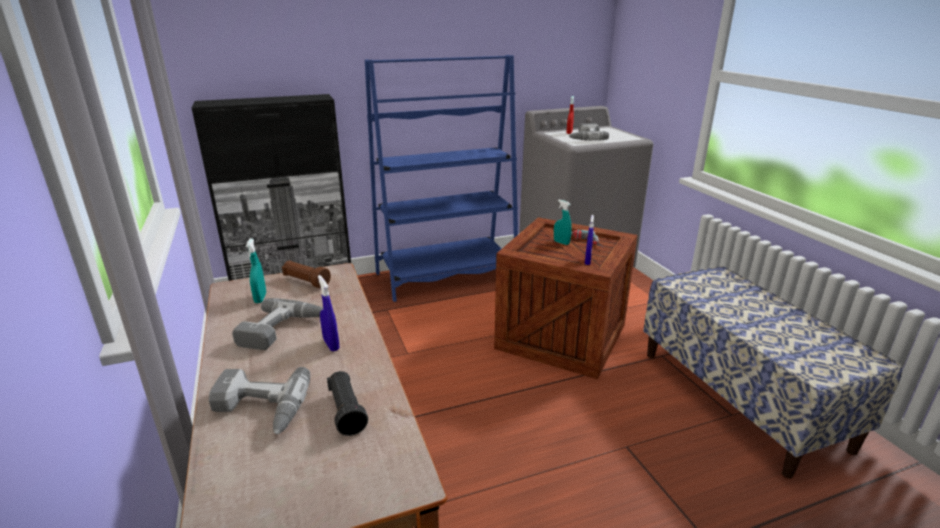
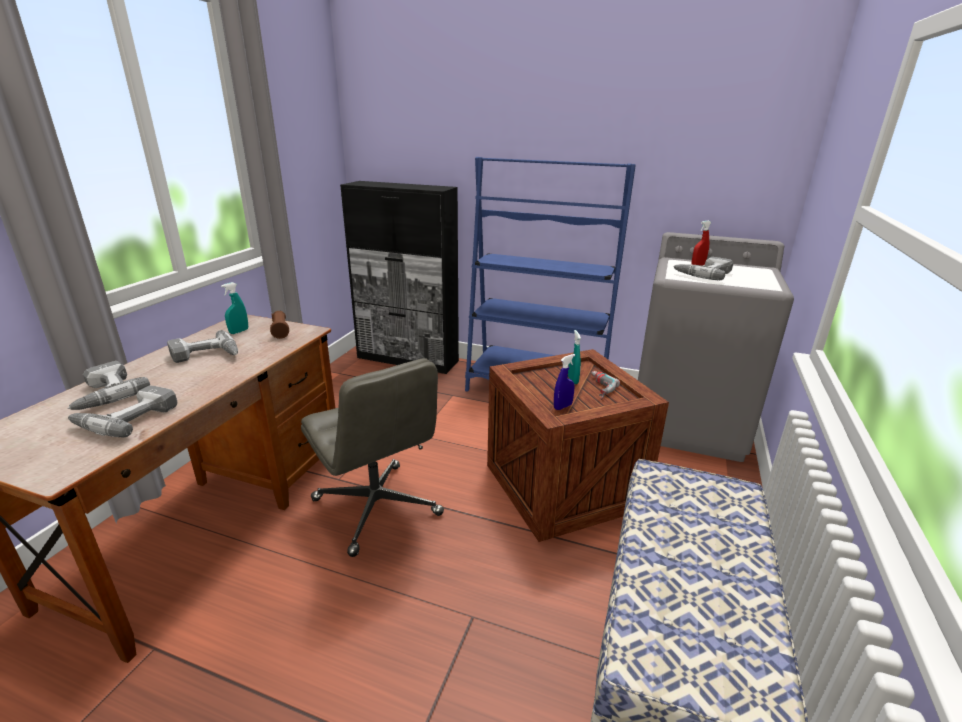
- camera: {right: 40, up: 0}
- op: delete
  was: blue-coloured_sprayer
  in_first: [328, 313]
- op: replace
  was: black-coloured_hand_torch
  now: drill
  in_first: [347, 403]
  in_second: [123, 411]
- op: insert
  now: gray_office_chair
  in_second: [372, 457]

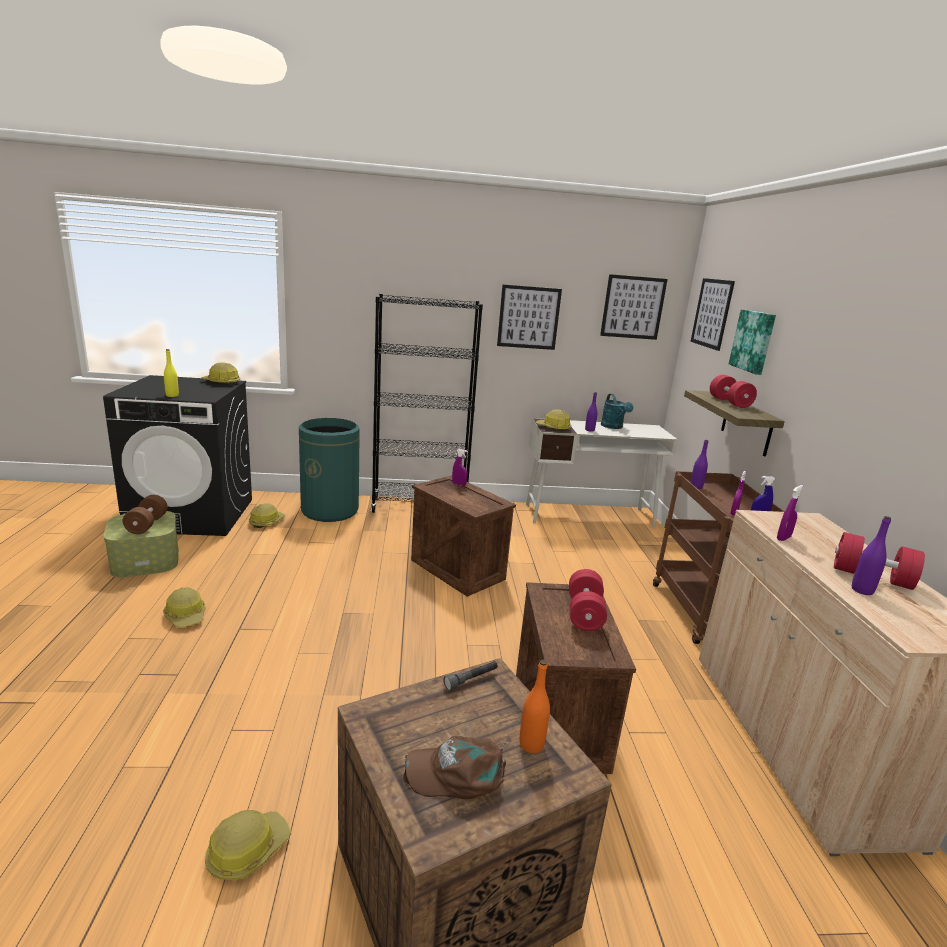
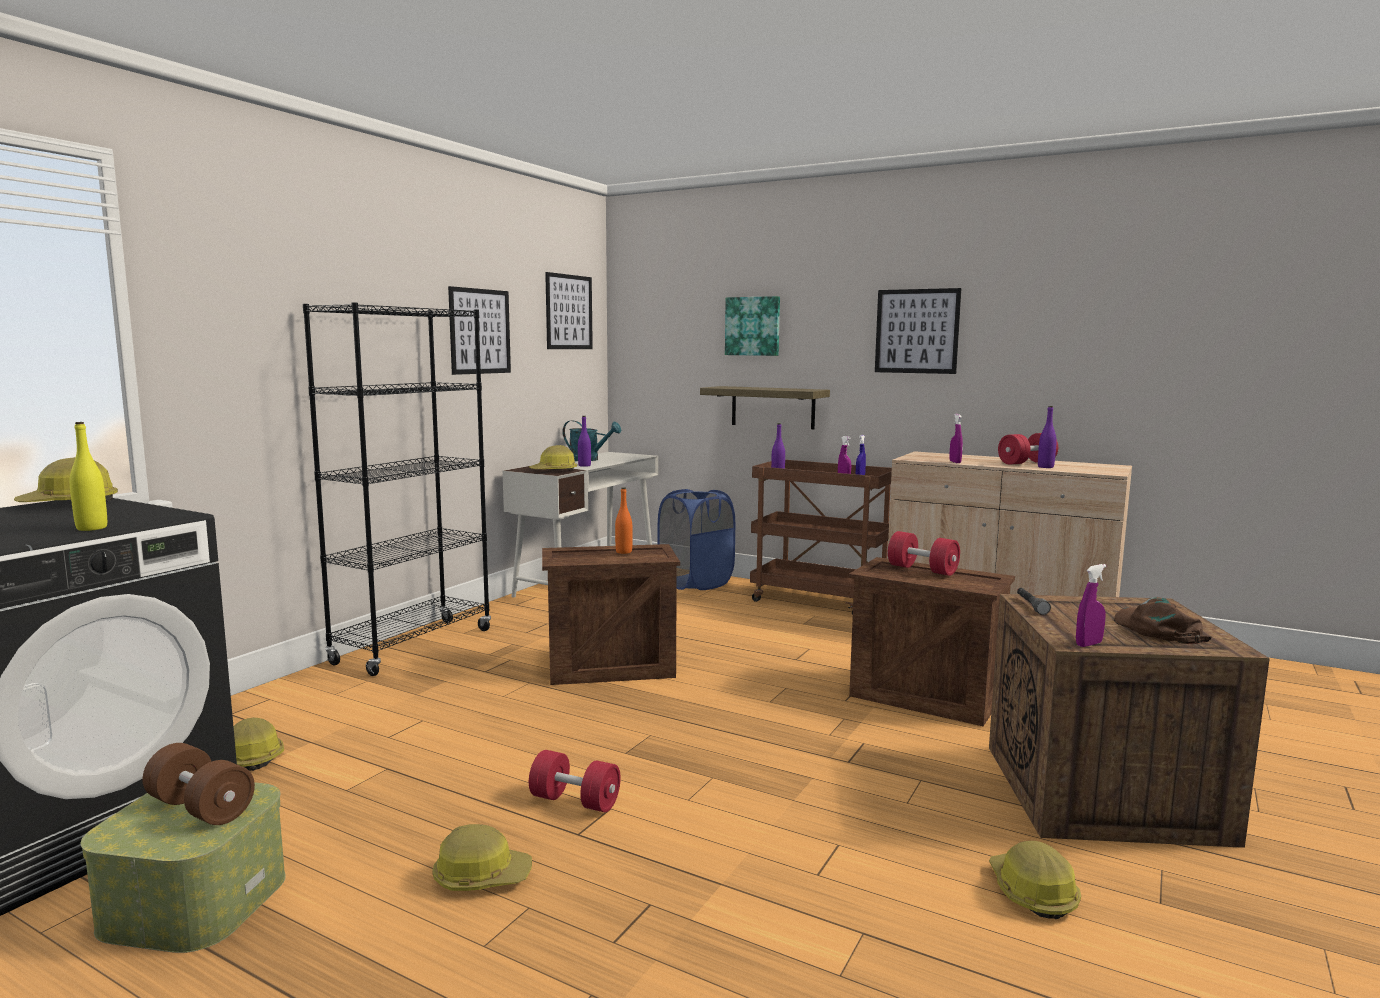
- camera: {right: -55, up: -10}
- op: move
  was: wall_art
  in_first: [712, 314]
  in_second: [918, 331]
- op: move
  was: red-coloured_free_weight
  in_first: [733, 391]
  in_second: [575, 781]
- op: delete
  was: green_rubbish_bin
  in_first: [329, 470]
- op: move
  was: purple-coloured_sprayer
  in_first: [459, 467]
  in_second: [1091, 605]
- op: move
  was: orangey_beverage_bottle
  in_first: [535, 706]
  in_second: [624, 520]
- op: rotate
  was: brown-coloured_baseball_cap
  in_first: [454, 767]
  in_second: [1163, 620]
  clockwise: 135
- op: insert
  now: blue-coloured_washing_basket
  in_second: [696, 539]

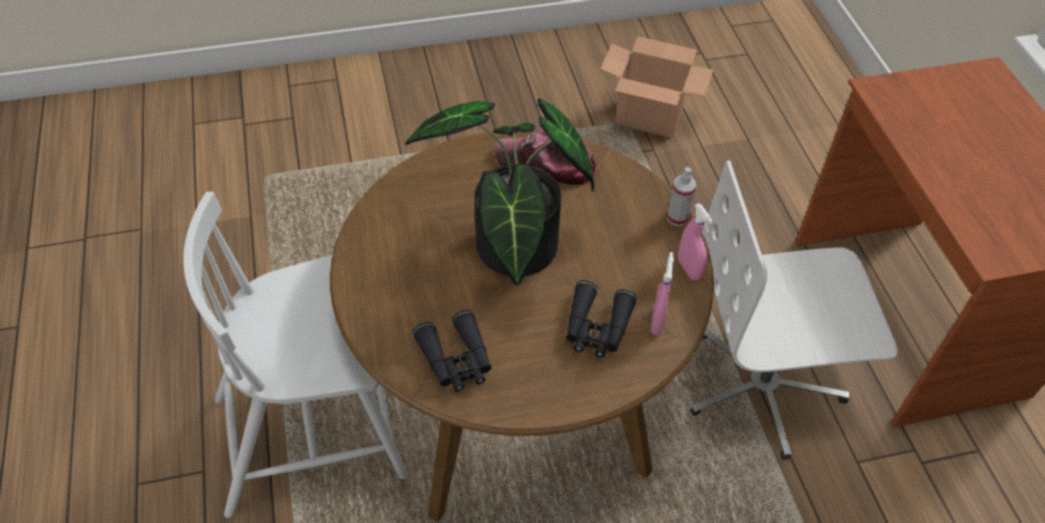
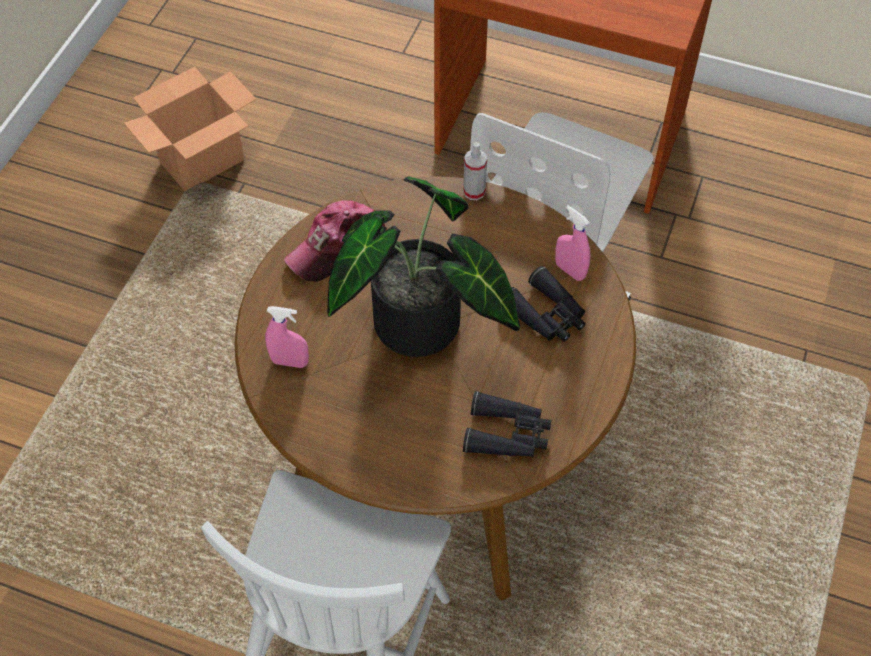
- camera: {right: -55, up: 5}
- op: move
  was: pink_sprayer
  in_first: [695, 242]
  in_second: [287, 337]

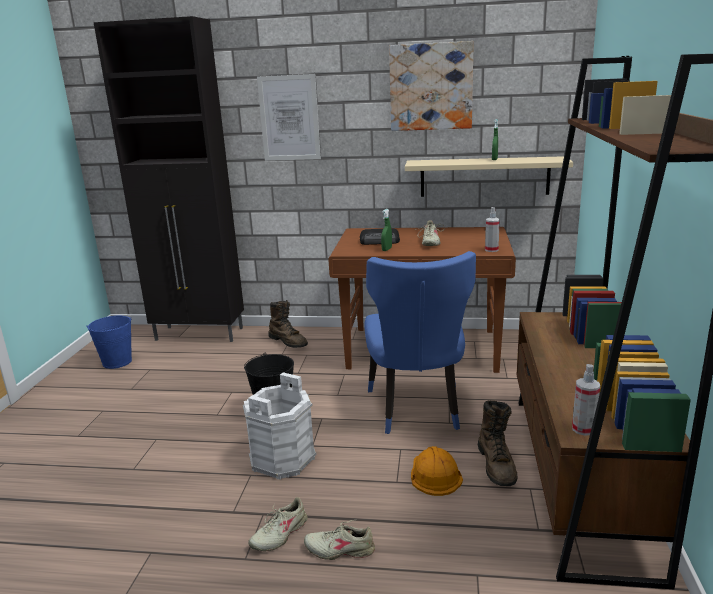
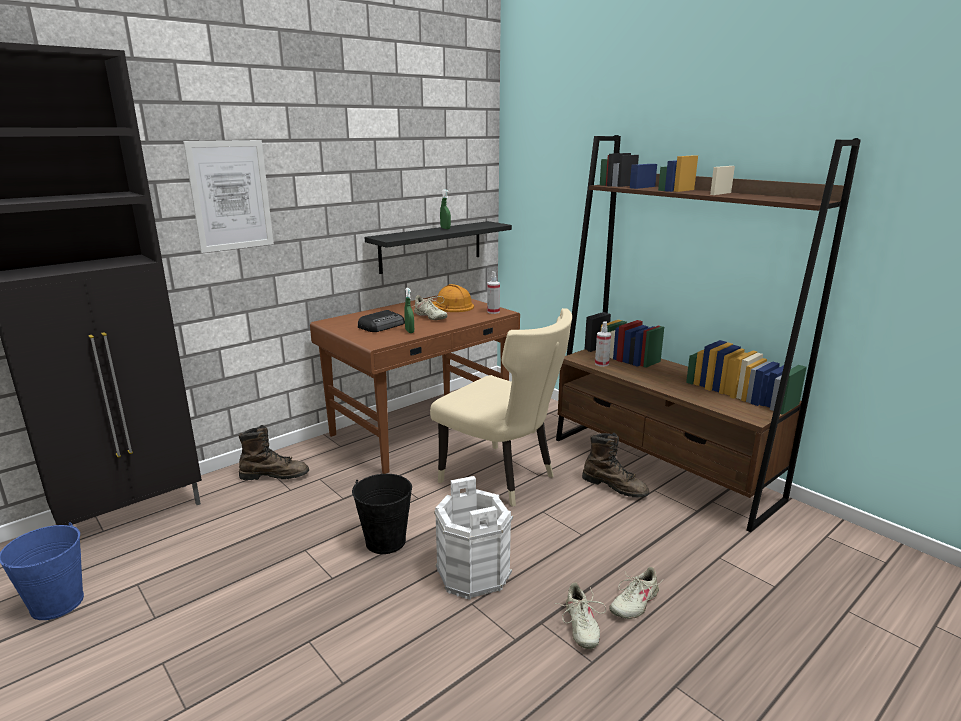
- camera: {right: -50, up: 0}
- op: delete
  was: wall_art
  in_first: [431, 86]
- op: recolor
  was: beige_bracket_shelf
  now: black-coloured_bracket_shelf
  in_first: [489, 176]
  in_second: [438, 247]
- op: recolor
  was: blue-coloured_upright_chair
  now: beige_upright_chair
  in_first: [420, 342]
  in_second: [501, 407]
- op: move
  was: sprayer
  in_first: [586, 400]
  in_second: [603, 344]
- op: move
  was: orangey_work_helmet
  in_first: [437, 471]
  in_second: [453, 298]

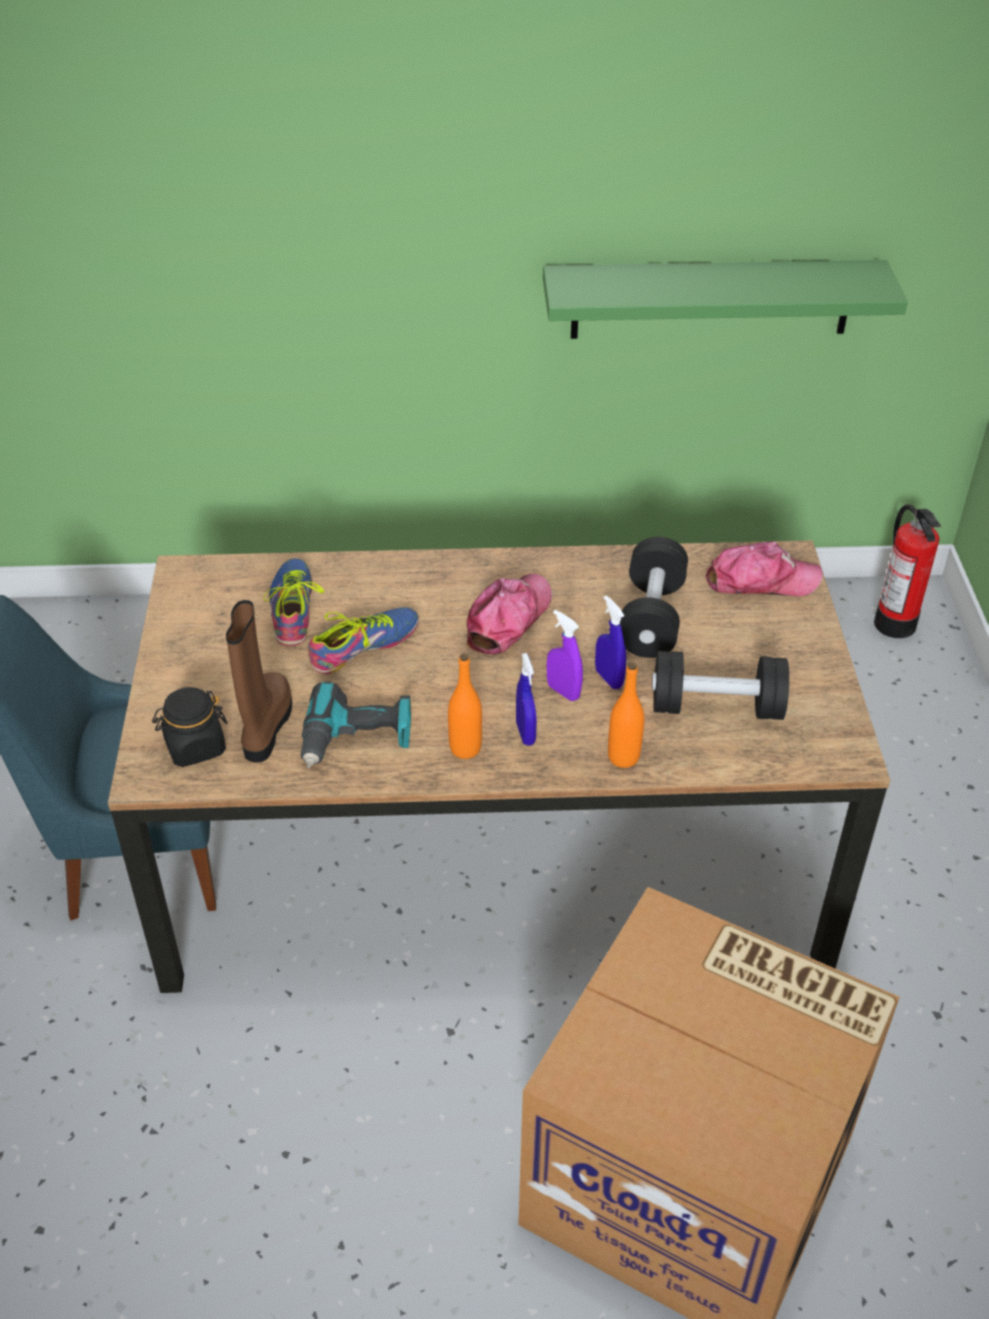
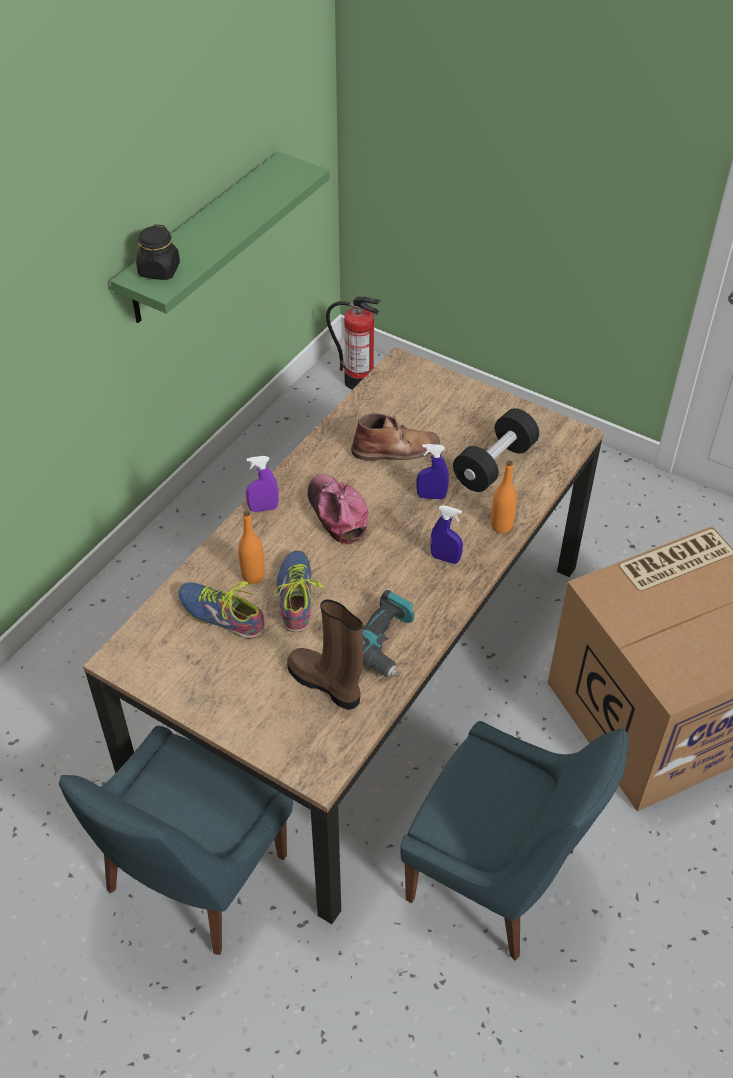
- camera: {right: -55, up: 5}
- op: replace
  was: black-coloured_free_weight
  now: brown-coloured_tall_boot
  in_first: [654, 597]
  in_second: [395, 437]
- op: delete
  was: baseball_cap
  in_first: [764, 569]
- op: move
  was: purple-coloured_sprayer
  in_first: [564, 655]
  in_second: [262, 484]
- op: move
  was: orangey_beverage_bottle
  in_first: [465, 706]
  in_second: [251, 547]
- op: move
  was: black-coloured_jar
  in_first: [189, 727]
  in_second: [158, 252]
- op: insert
  now: blue-coloured_upright_chair
  in_second: [514, 840]

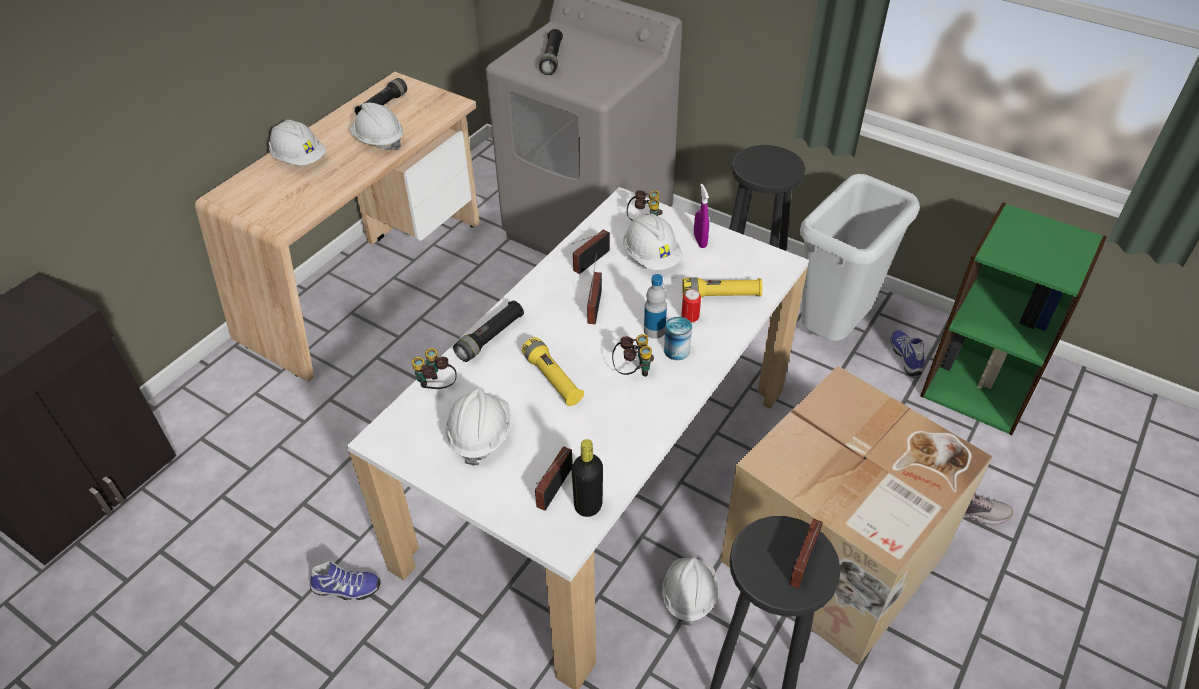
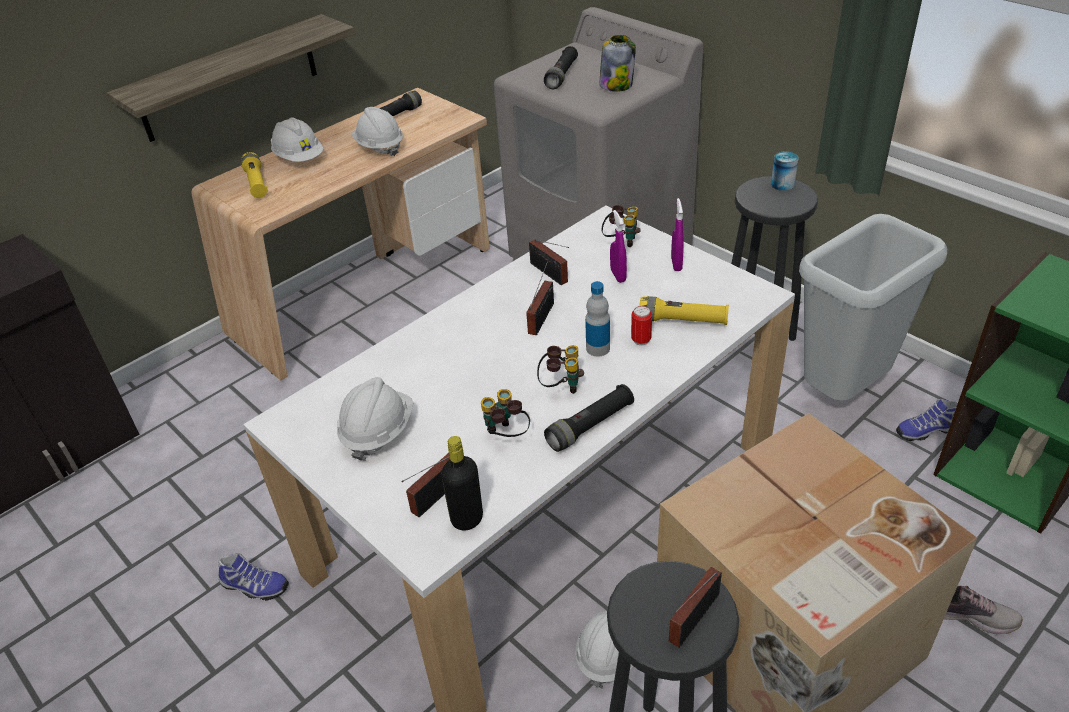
- camera: {right: 15, up: -5}
- op: replace
  was: white-coloured_work_helmet
  now: purple-coloured_sprayer
  in_first: [653, 241]
  in_second: [618, 246]
- op: rotate
  was: radio
  in_first: [591, 251]
  in_second: [549, 262]
  clockwise: -90
- op: move
  was: black-coloured_hand_torch
  in_first: [488, 331]
  in_second: [589, 418]
- op: move
  was: metal_can
  in_first: [678, 338]
  in_second: [785, 171]
- op: rotate
  was: low_shoe
  in_first: [907, 353]
  in_second: [927, 420]
  clockwise: -105
- op: move
  was: yellow-coloured_hand_torch
  in_first: [553, 371]
  in_second: [254, 175]
- op: move
  was: field_glasses
  in_first: [434, 368]
  in_second: [505, 413]
- op: insert
  now: bracket_shelf
  in_second: [231, 78]
- op: insert
  now: jar
  in_second: [617, 63]

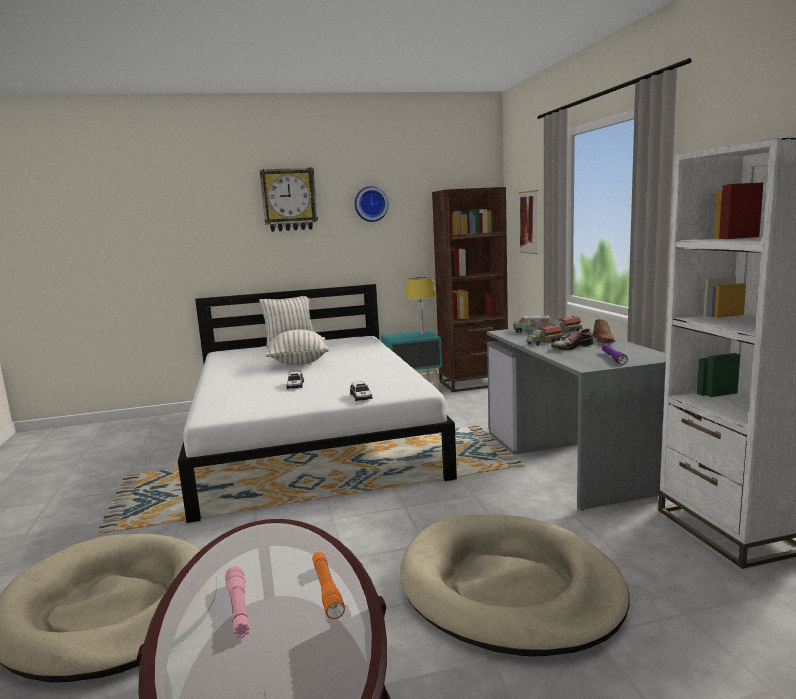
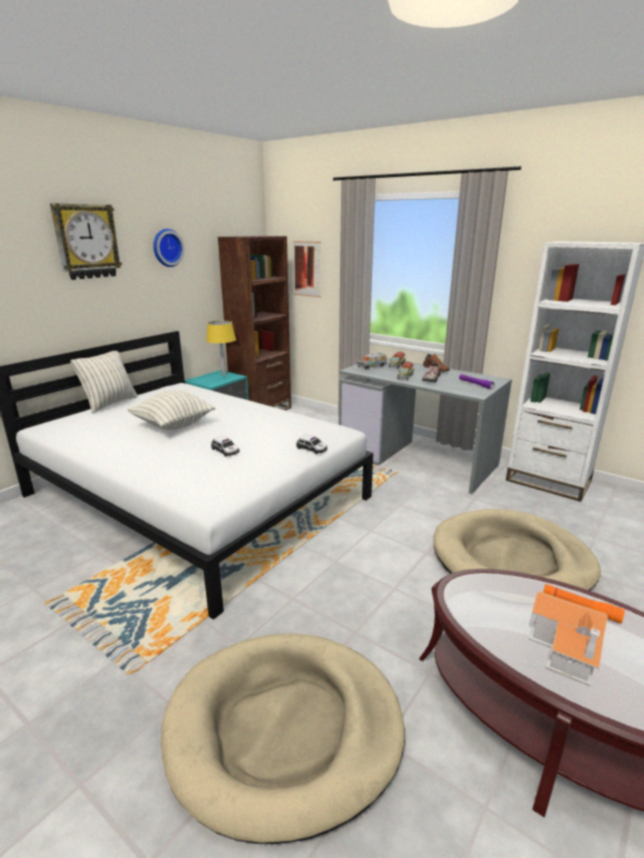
- camera: {right: -40, up: 10}
- op: replace
  was: pink_hand_torch
  now: toy_house
  in_first: [237, 602]
  in_second: [568, 639]

